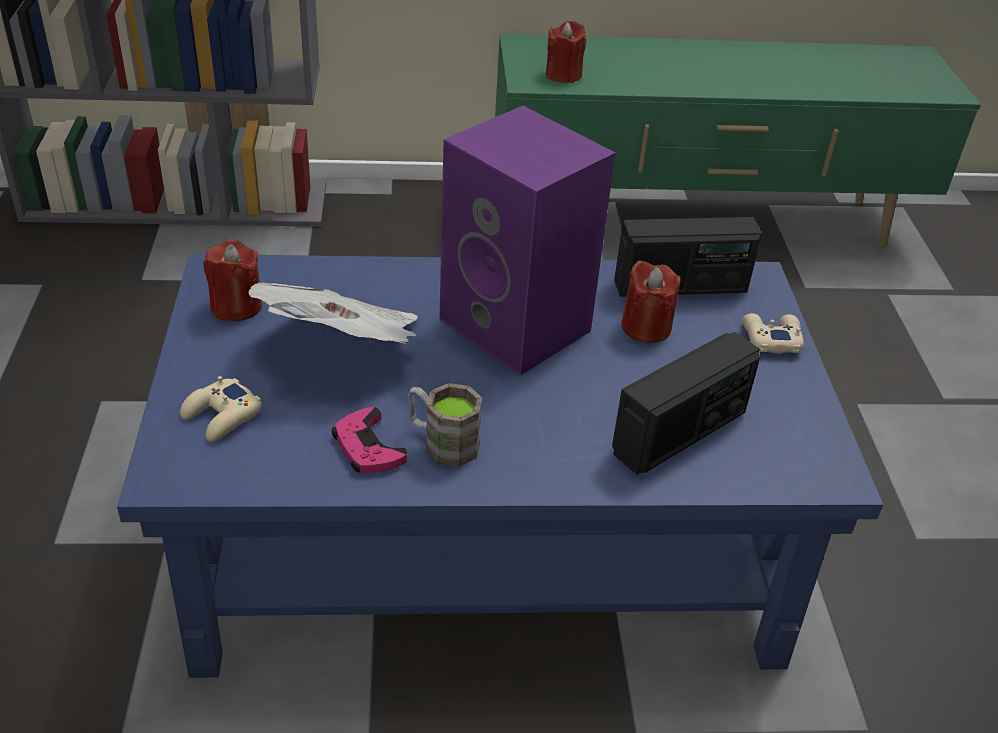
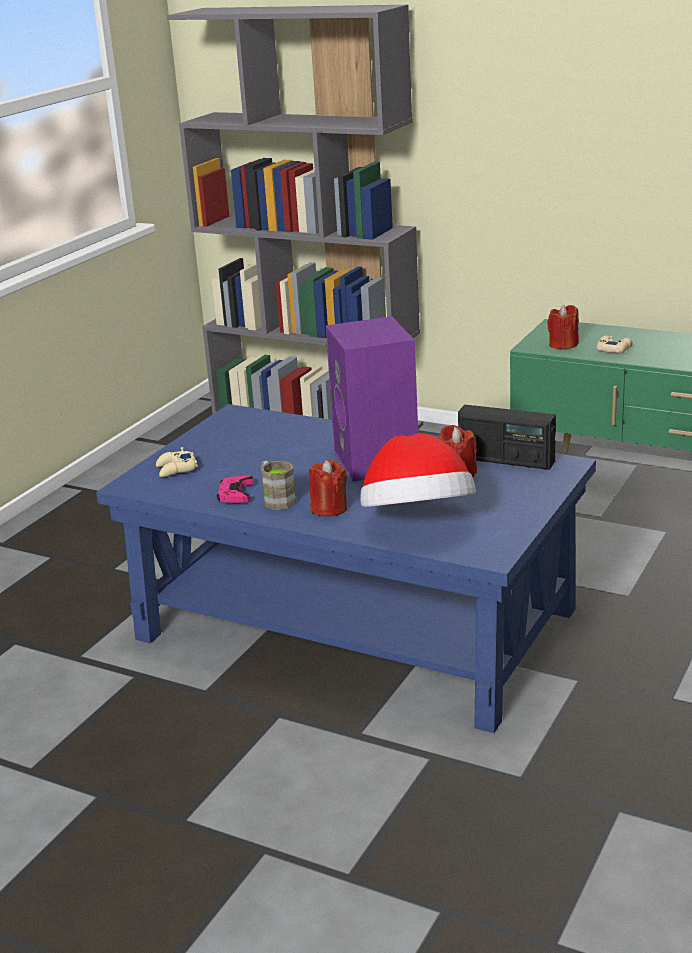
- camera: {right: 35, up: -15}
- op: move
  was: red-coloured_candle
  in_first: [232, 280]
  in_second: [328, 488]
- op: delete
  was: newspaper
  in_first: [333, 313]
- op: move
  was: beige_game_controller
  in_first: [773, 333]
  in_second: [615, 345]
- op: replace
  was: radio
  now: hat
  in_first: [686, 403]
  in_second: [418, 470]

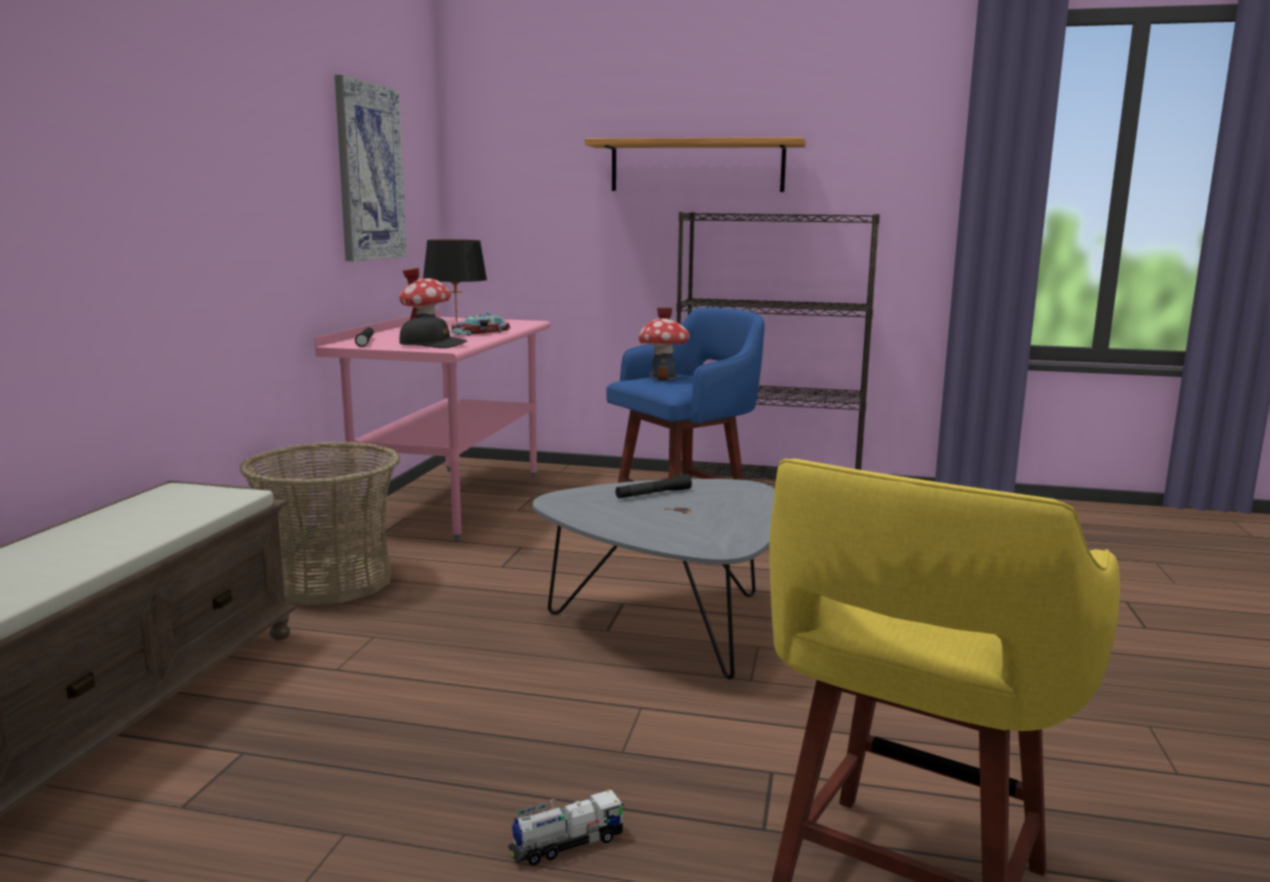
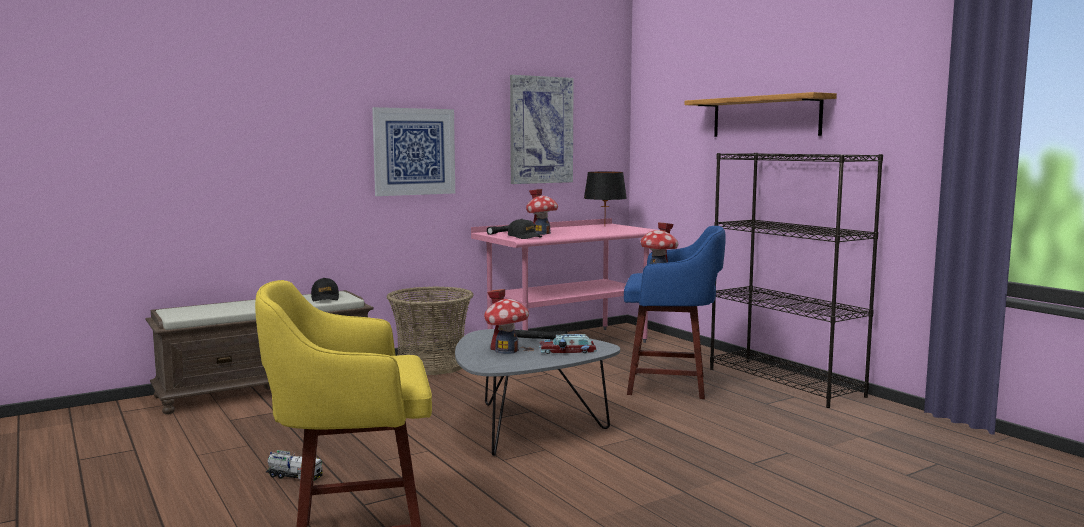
- camera: {right: 45, up: -5}
- op: move
  was: model_car
  in_first: [481, 324]
  in_second: [568, 344]
- op: insert
  now: wall_art
  in_second: [413, 151]
- op: insert
  now: black-coloured_baseball_cap
  in_second: [325, 289]
- op: insert
  now: toy_house
  in_second: [506, 321]

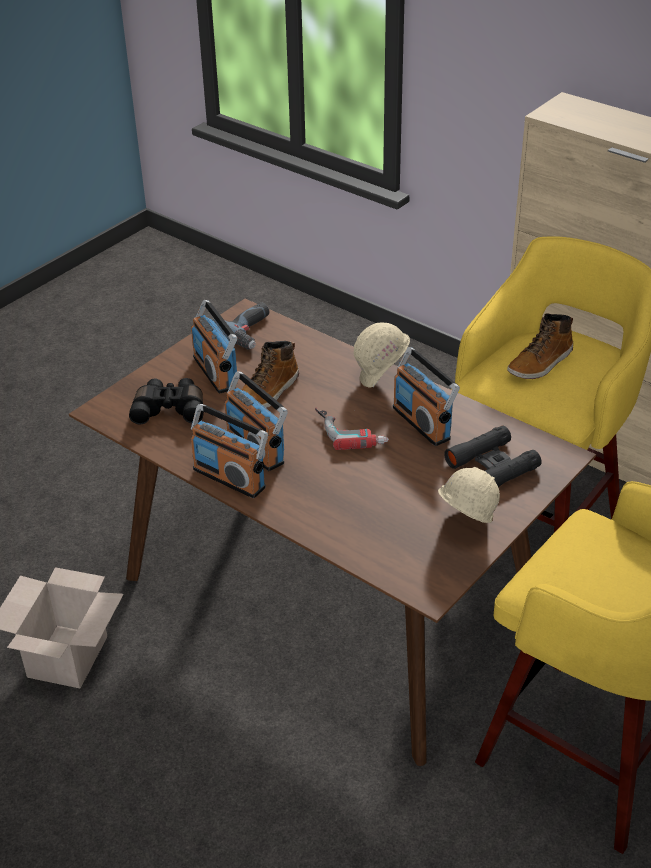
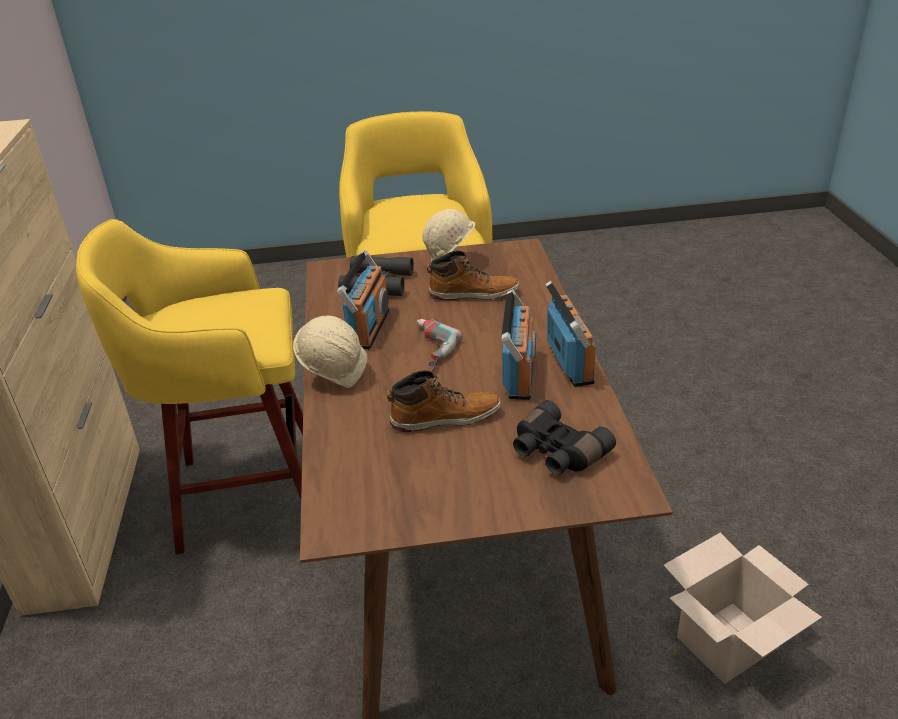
- camera: {right: -135, up: -5}
- op: delete
  was: radio
  in_first: [214, 347]
- op: delete
  was: drill
  in_first: [240, 326]
- op: move
  was: tall_boot
  in_first: [540, 346]
  in_second: [473, 276]

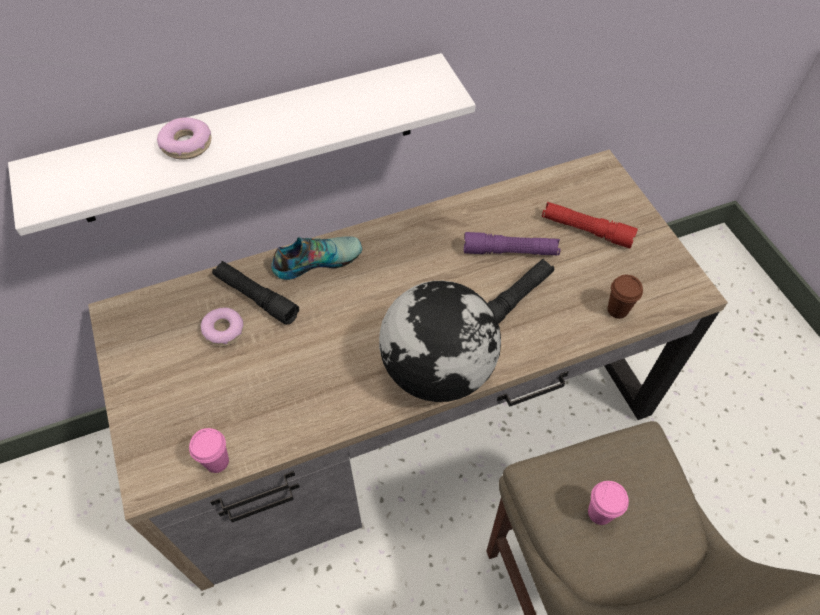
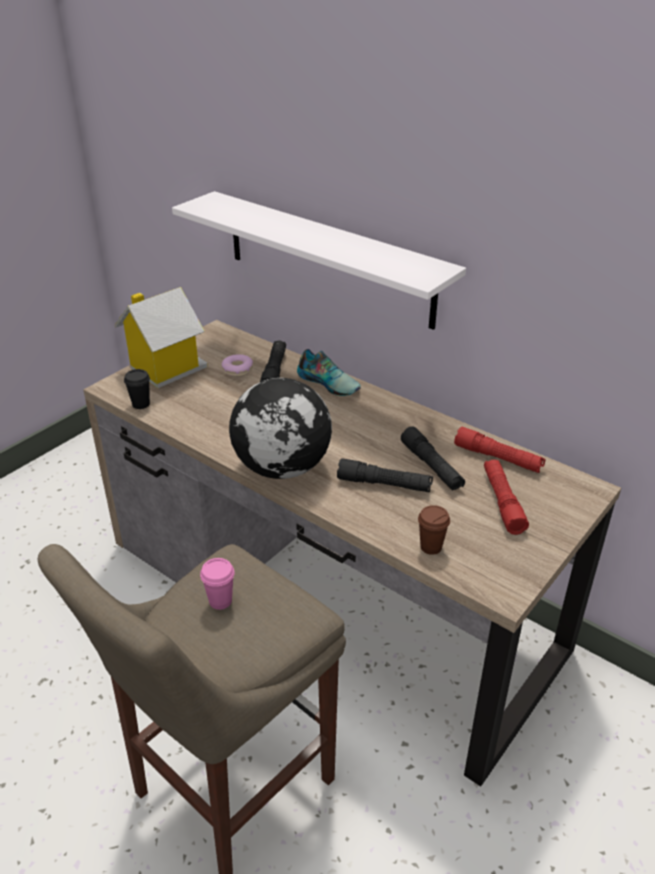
- camera: {right: 60, up: -20}
- op: delete
  was: ring_doughnut
  in_first: [184, 138]
- op: recolor
  was: purple-coloured_hand_torch
  now: black-coloured_hand_torch
  in_first: [512, 243]
  in_second: [433, 458]
- op: recolor
  was: pink_small_cup
  now: black-coloured_small_cup
  in_first: [209, 450]
  in_second: [137, 389]
- op: insert
  now: toy_house
  in_second: [161, 337]
- op: insert
  now: red-coloured_hand_torch
  in_second: [499, 450]

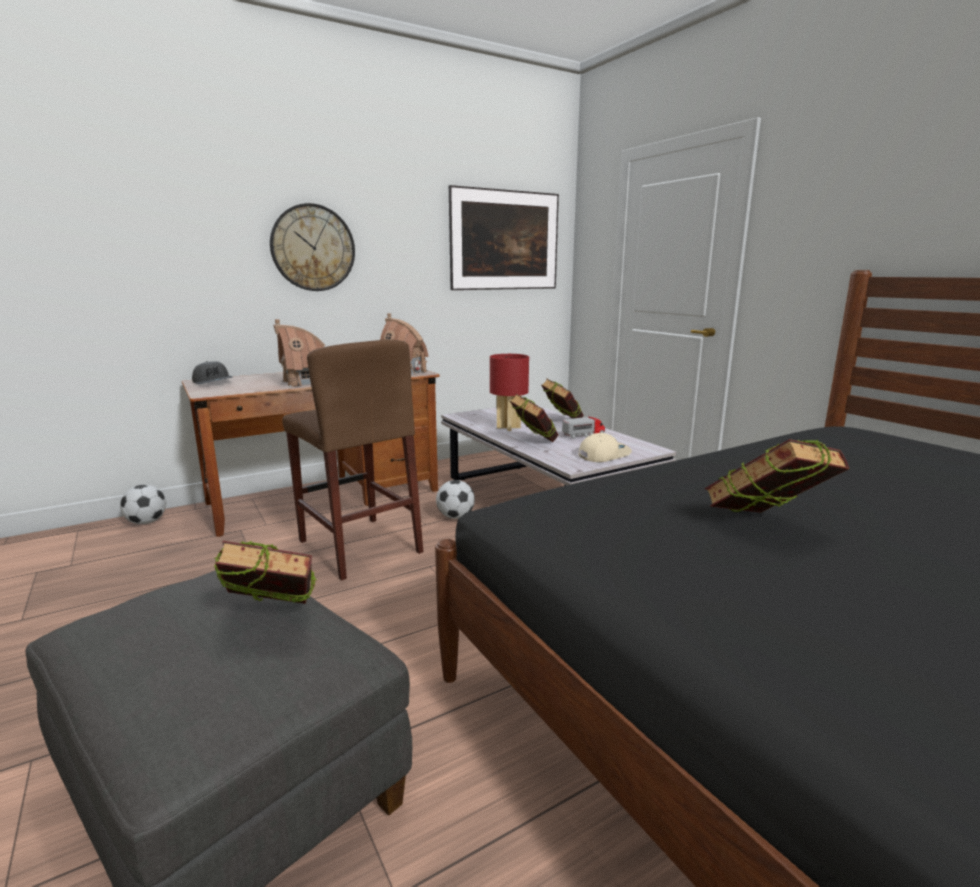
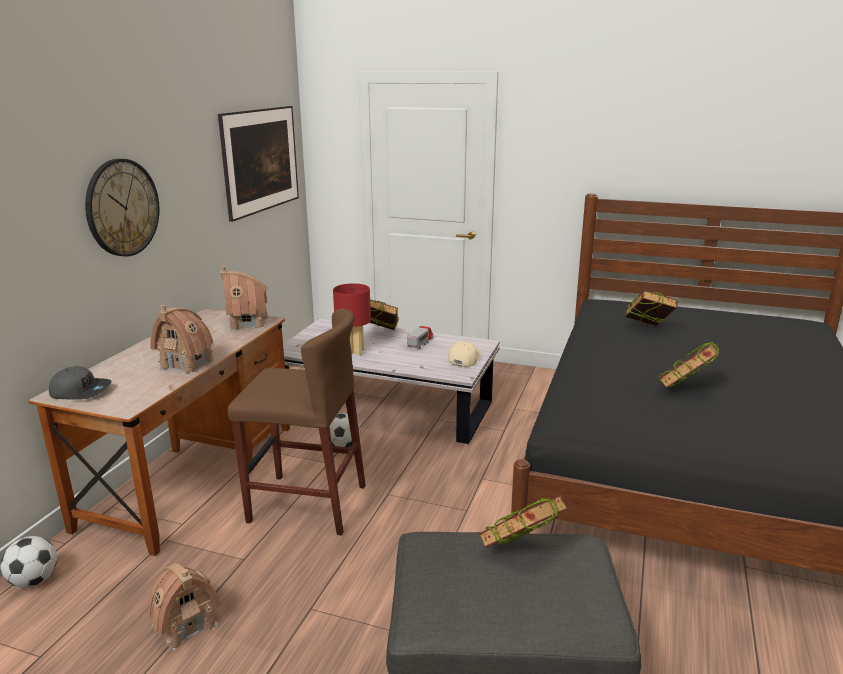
- camera: {right: -40, up: 5}
- op: move
  was: bound_book
  in_first: [534, 418]
  in_second: [651, 308]
- op: insert
  now: toy_house
  in_second: [185, 607]

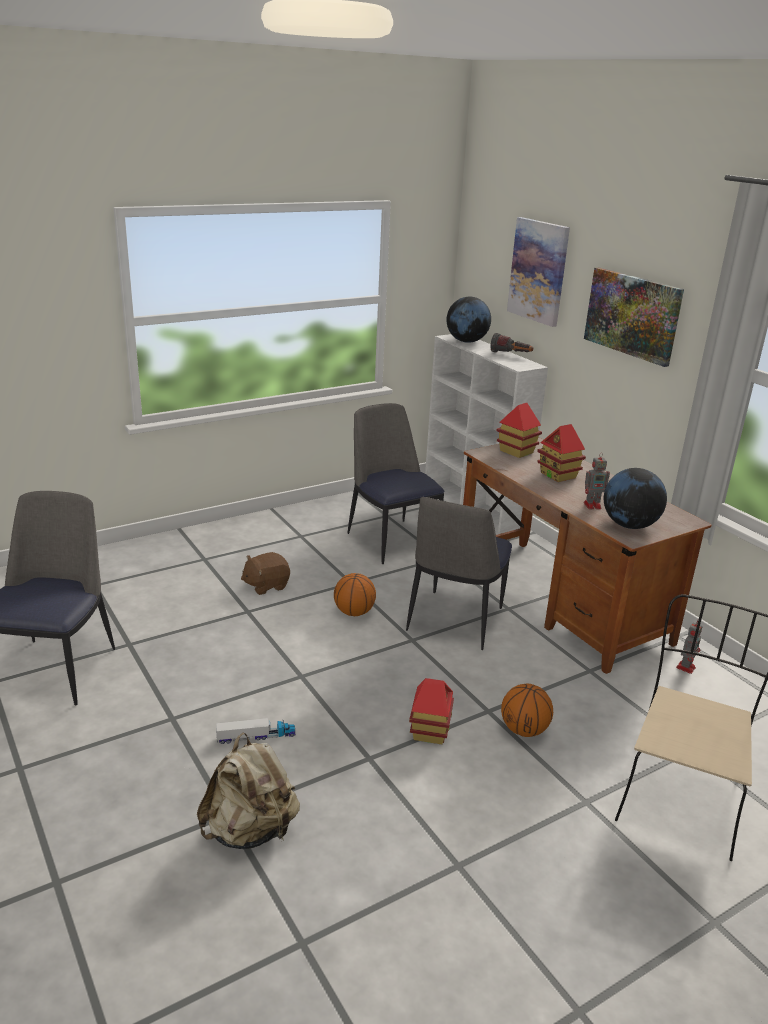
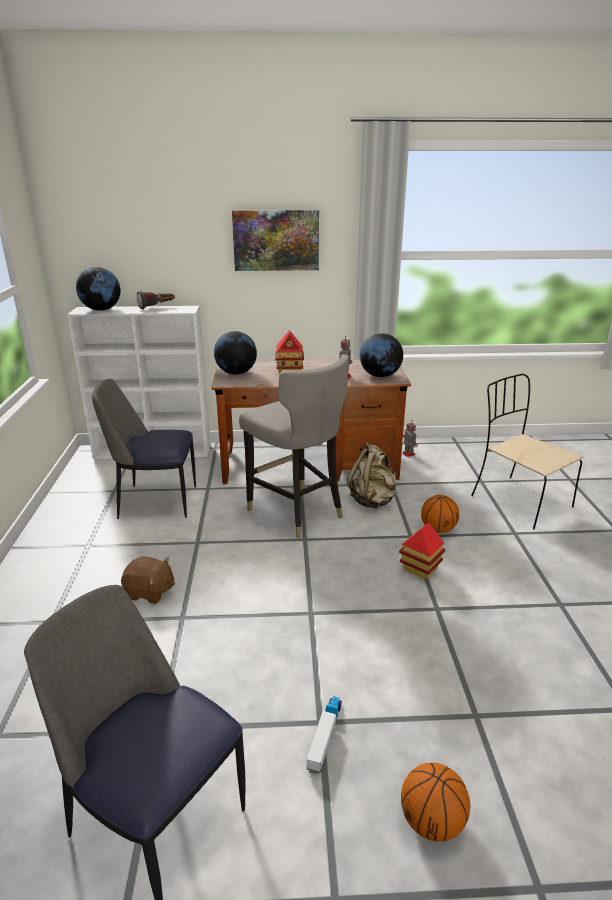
- camera: {right: -60, up: 0}
- op: delete
  was: wall_art
  in_first: [538, 272]
- op: replace
  was: toy_house
  now: globe
  in_first: [519, 430]
  in_second: [235, 353]
- op: replace
  was: upright_chair
  now: gray_sitting_stool
  in_first: [459, 573]
  in_second: [294, 446]
- op: rotate
  was: brown-coloured_plush_toy
  in_first: [265, 573]
  in_second: [148, 580]
  clockwise: -75
- op: move
  was: ball_for_basketball
  in_first: [355, 594]
  in_second: [435, 802]
- op: move
  was: toy_truck
  in_first: [256, 731]
  in_second: [324, 736]
- op: move
  was: beige_backpack
  in_first: [248, 791]
  in_second: [372, 475]

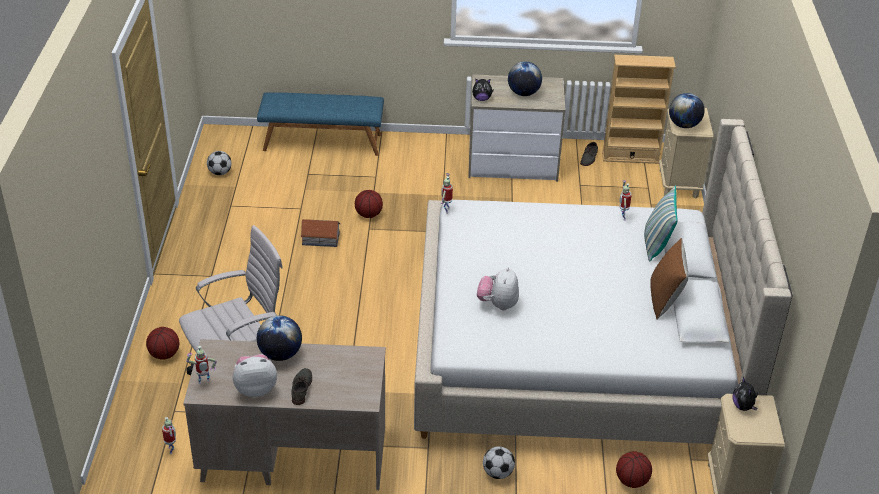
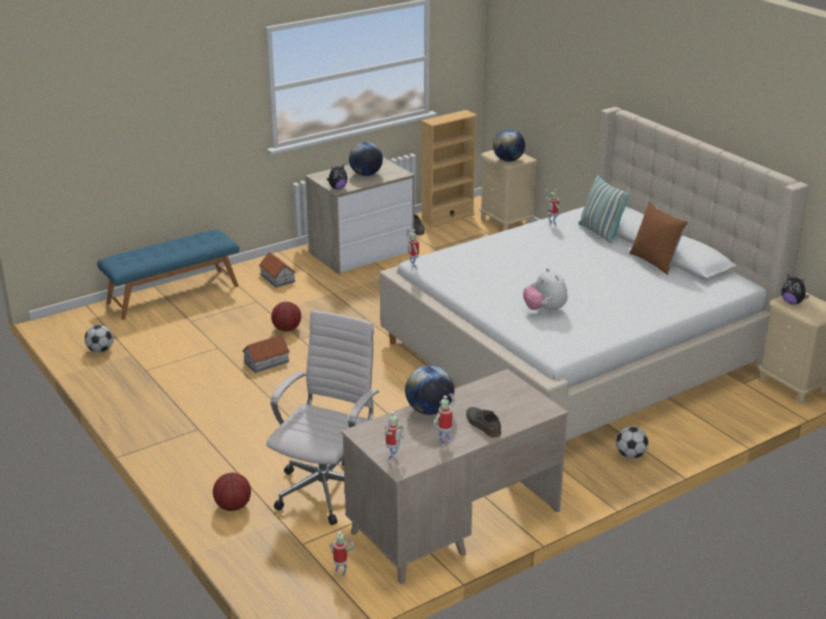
- camera: {right: -35, up: -10}
- op: replace
  was: plush_toy
  now: robot_figure
  in_first: [255, 375]
  in_second: [444, 419]
- op: delete
  was: ball_for_basketball
  in_first: [634, 469]
- op: insert
  now: toy_house
  in_second: [277, 270]

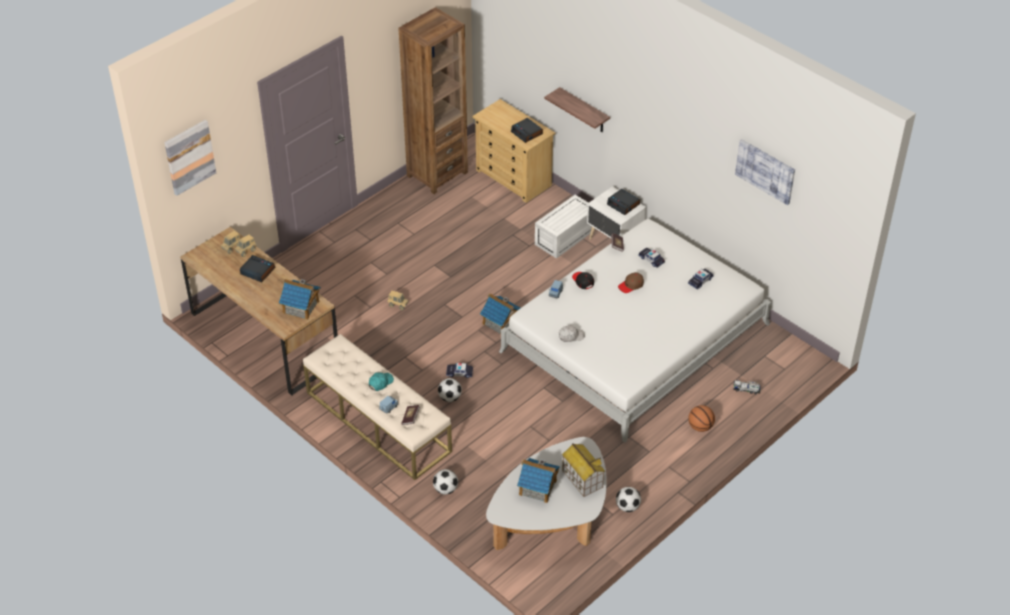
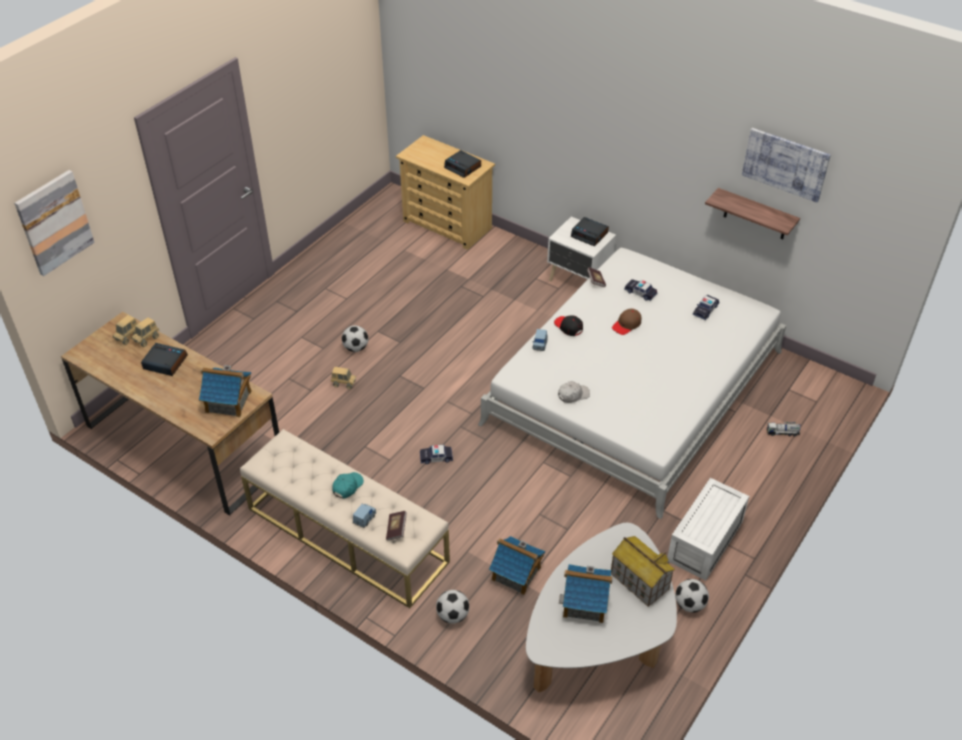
- camera: {right: -10, up: 0}
- op: delete
  was: brown-coloured_bookshelf
  in_first: [433, 100]
- op: move
  was: bracket_shelf
  in_first: [577, 109]
  in_second: [752, 213]
- op: move
  was: white-coloured_storage_bin
  in_first: [565, 227]
  in_second: [708, 529]
- op: move
  was: toy_house
  in_first: [500, 314]
  in_second: [517, 565]
- op: move
  was: football_ball
  in_first: [450, 390]
  in_second: [355, 338]
- op: delete
  was: ball_for_basketball
  in_first: [701, 418]

